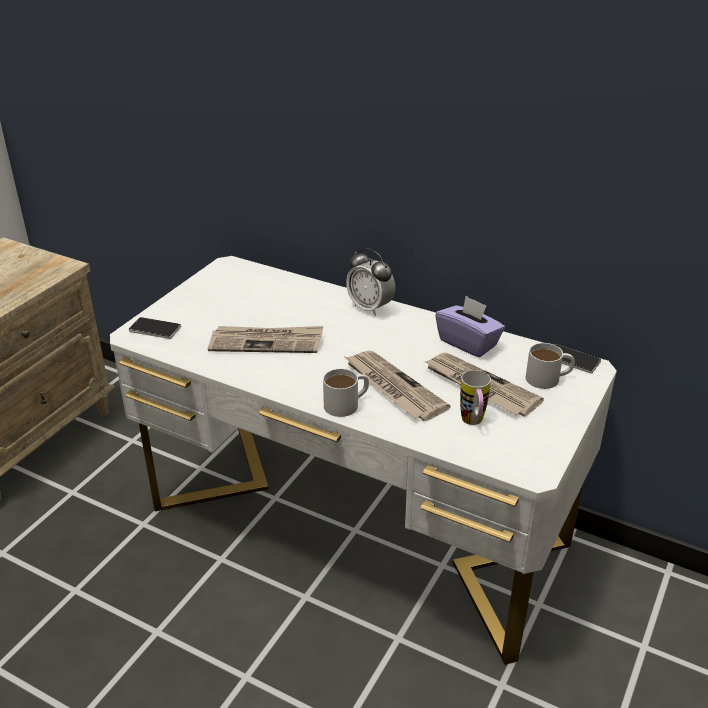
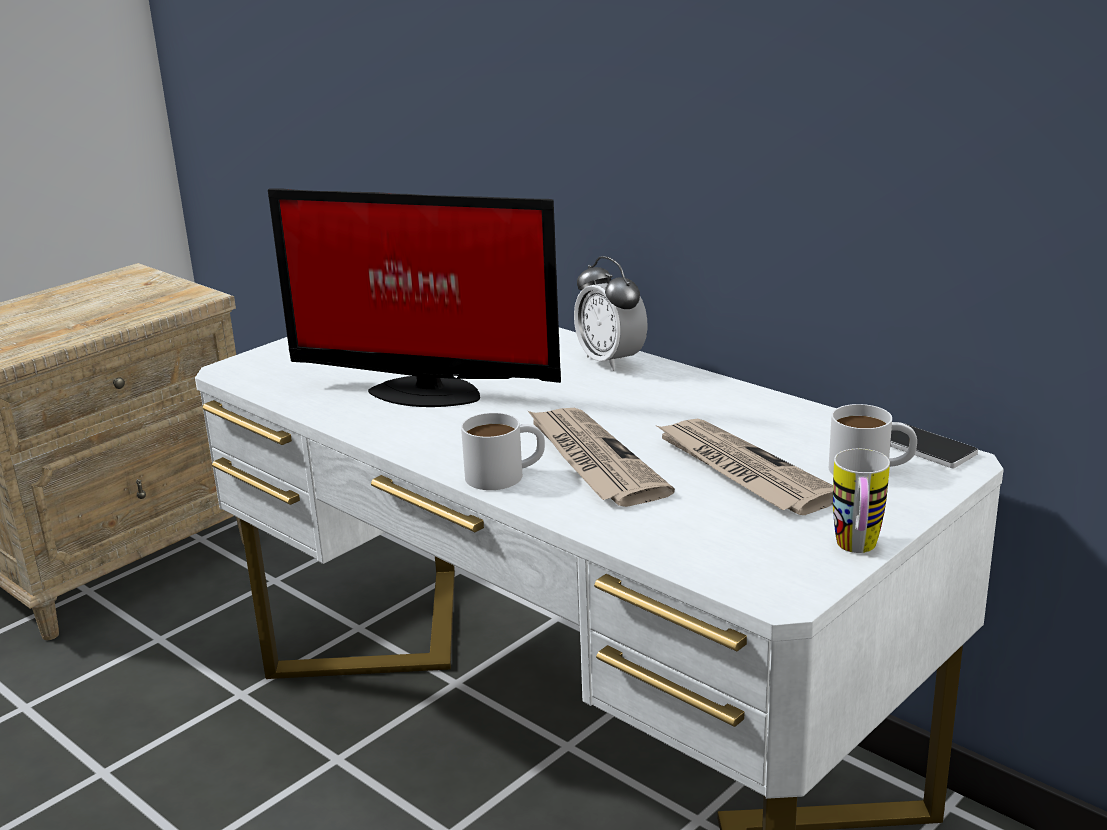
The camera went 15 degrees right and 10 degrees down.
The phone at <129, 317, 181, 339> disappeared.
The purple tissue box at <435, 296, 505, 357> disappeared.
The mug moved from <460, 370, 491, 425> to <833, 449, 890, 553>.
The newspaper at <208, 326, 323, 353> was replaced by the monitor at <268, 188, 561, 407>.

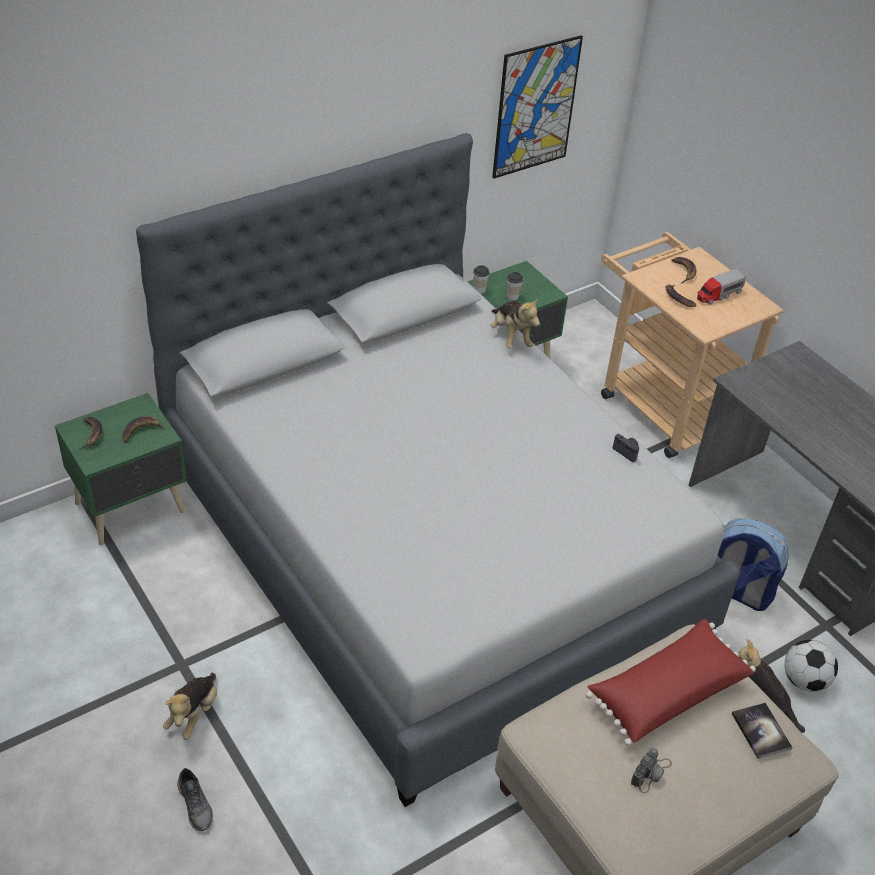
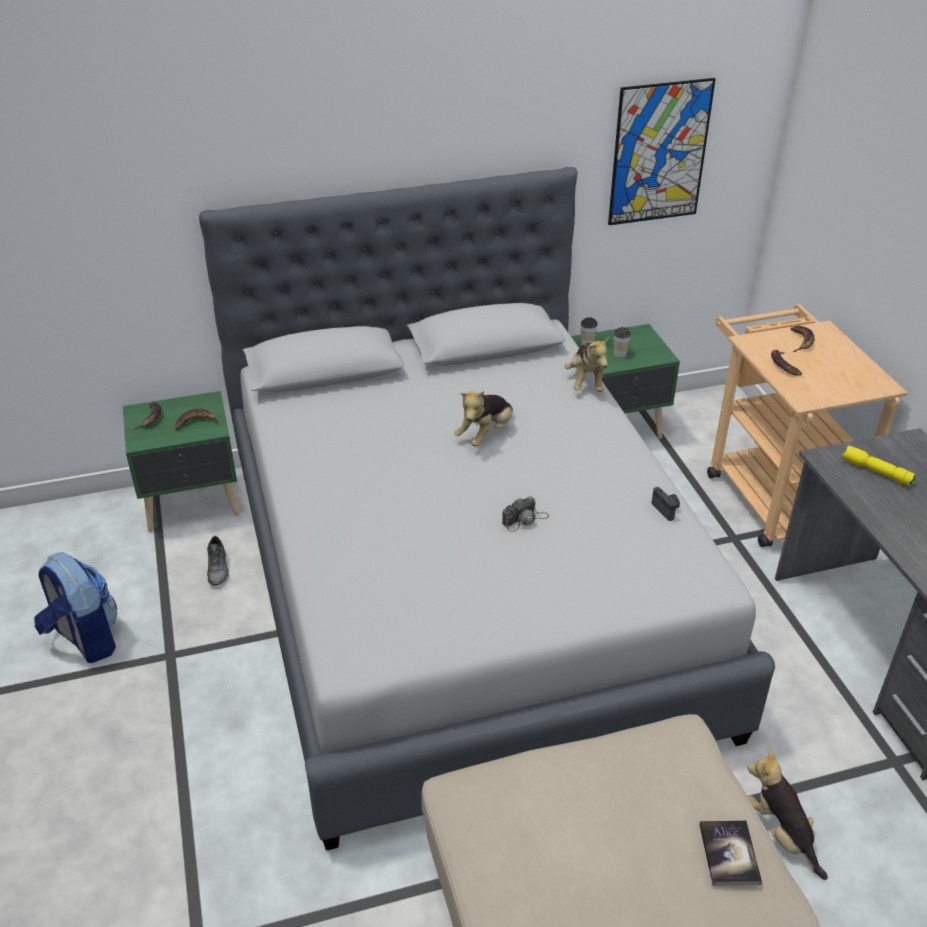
The camera went 20 degrees right and 5 degrees down.
The red pillow at <586, 619, 756, 746> disappeared.
The toy truck at <697, 269, 746, 305> disappeared.
The football at <784, 640, 838, 692> disappeared.
The yellow flashlight at <841, 446, 916, 486> appeared.
The plush toy moved from <163, 673, 217, 740> to <454, 391, 513, 447>.
The grey shoe moved from <177, 768, 213, 831> to <207, 536, 229, 585>.
The photo camera moved from <631, 748, 672, 793> to <502, 496, 549, 532>.
The backpack moved from <718, 519, 789, 611> to <34, 552, 118, 663>.

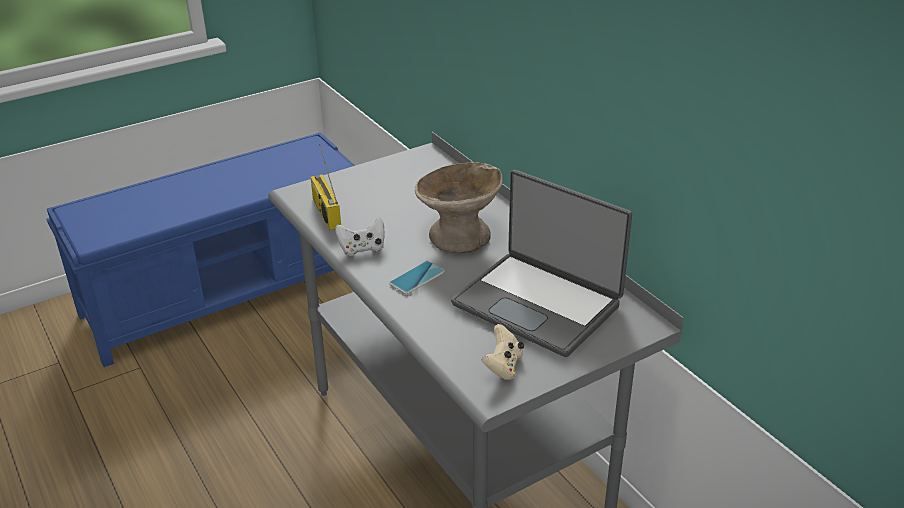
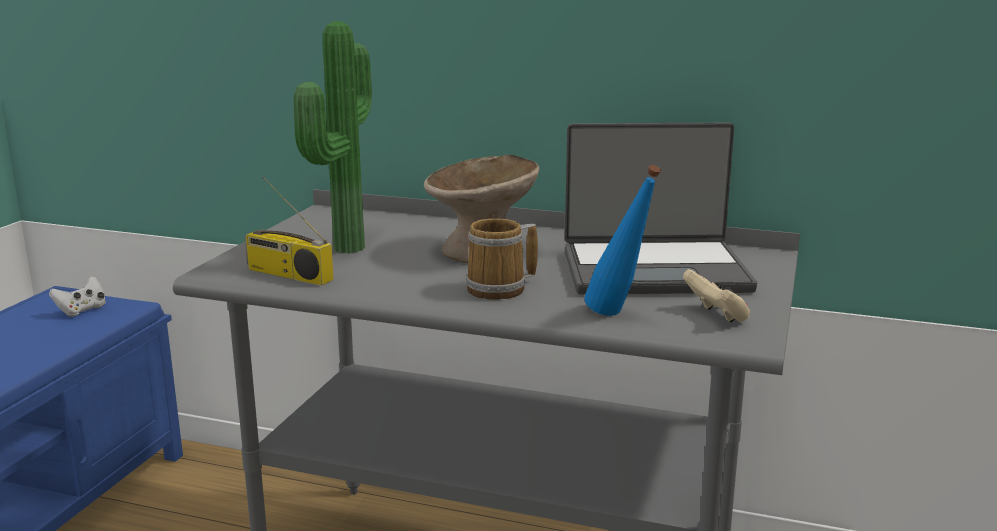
The camera went 40 degrees left and 15 degrees down.
The potted plant at <294, 21, 372, 253> appeared.
The blue bottle at <584, 165, 661, 316> appeared.
The white game controller moved from <335, 218, 385, 256> to <49, 276, 106, 317>.
The phone at <389, 261, 445, 294> was replaced by the mug at <466, 218, 538, 300>.

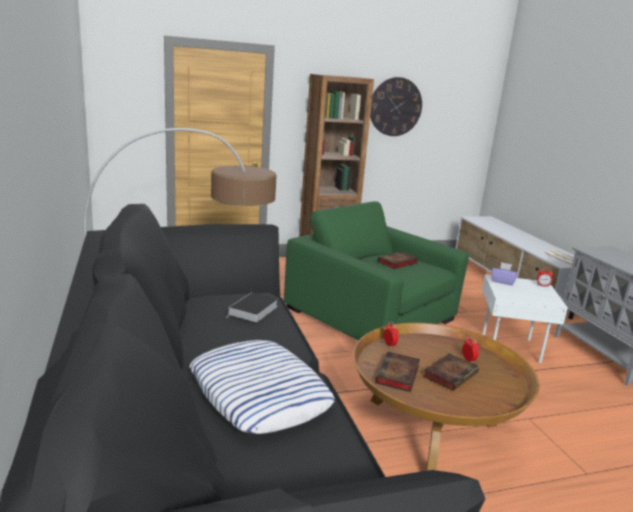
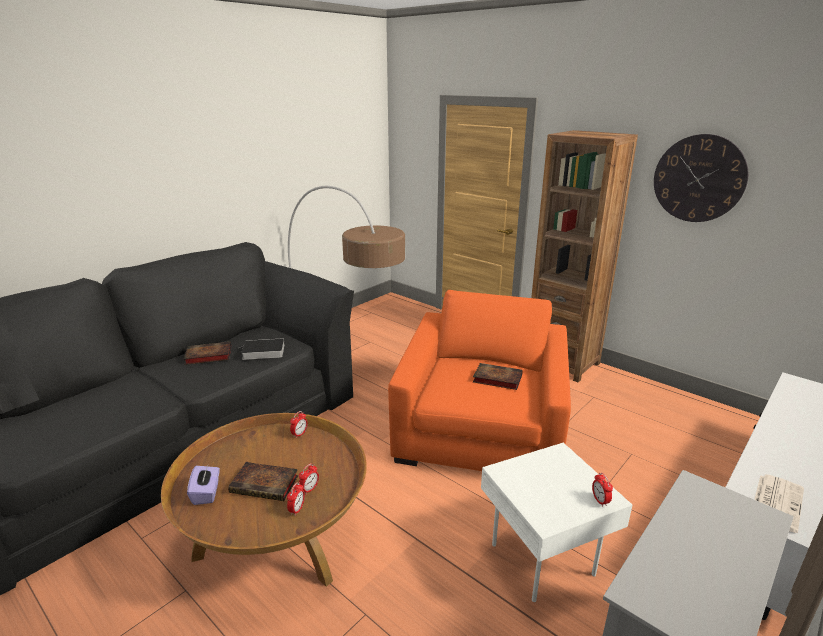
The camera went 60 degrees right and 5 degrees up.
The pillow at <190, 340, 335, 434> disappeared.
The alarm clock at <287, 482, 305, 516> appeared.
The book moved from <375, 352, 420, 392> to <184, 342, 231, 365>.
The purple tissue box moved from <492, 262, 518, 285> to <187, 465, 220, 505>.
The green armchair at <284, 201, 469, 341> became the orange armchair at <388, 290, 571, 471>.

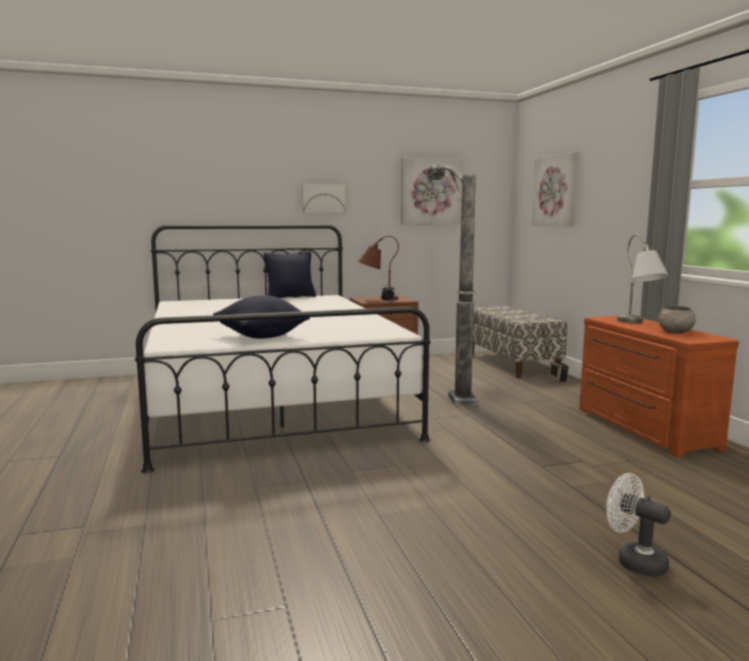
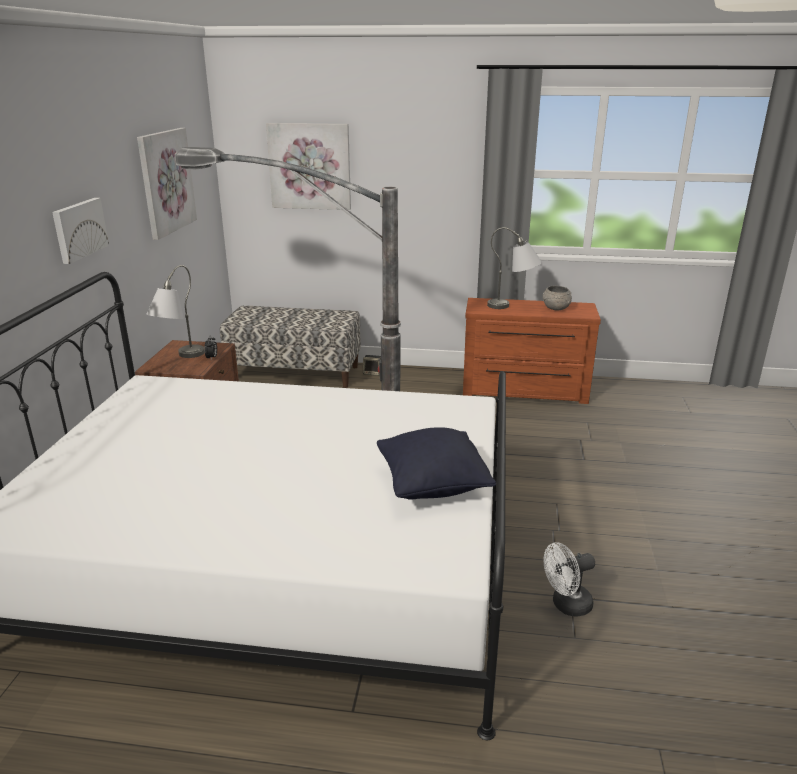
The camera went 65 degrees left and 15 degrees up.
The black pillow at <264, 252, 316, 298> disappeared.
The white fan moved from <606, 473, 671, 576> to <543, 542, 595, 617>.
The brown table lamp at <358, 236, 399, 300> became the grey table lamp at <146, 265, 205, 358>.

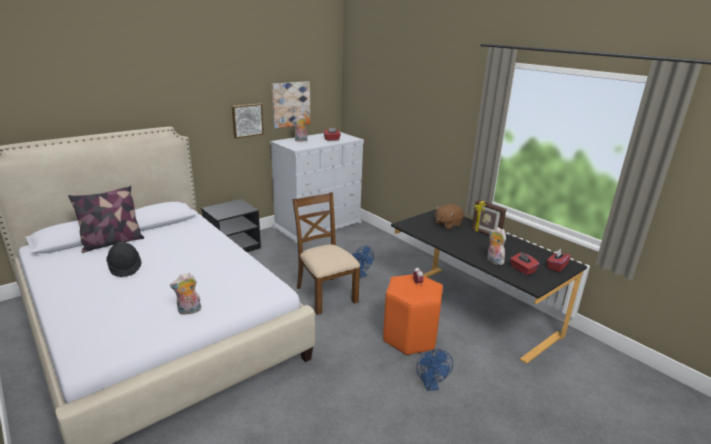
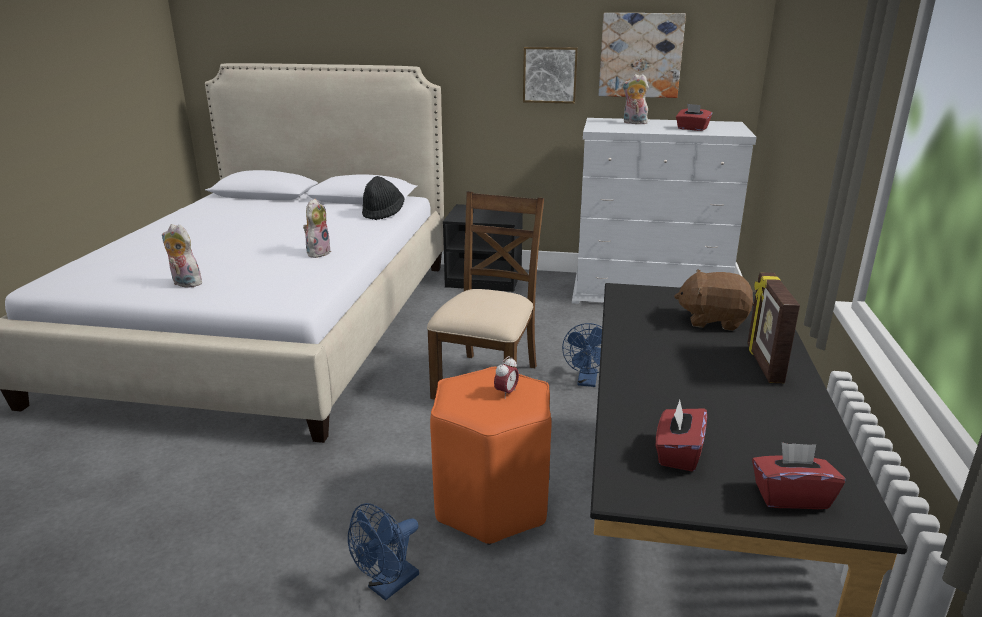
The camera went 50 degrees right and 0 degrees up.
The pillow at <68, 186, 144, 253> disappeared.
The black hat moved from <106, 242, 142, 277> to <362, 176, 404, 220>.
The plush toy moved from <487, 227, 506, 265> to <303, 199, 332, 258>.

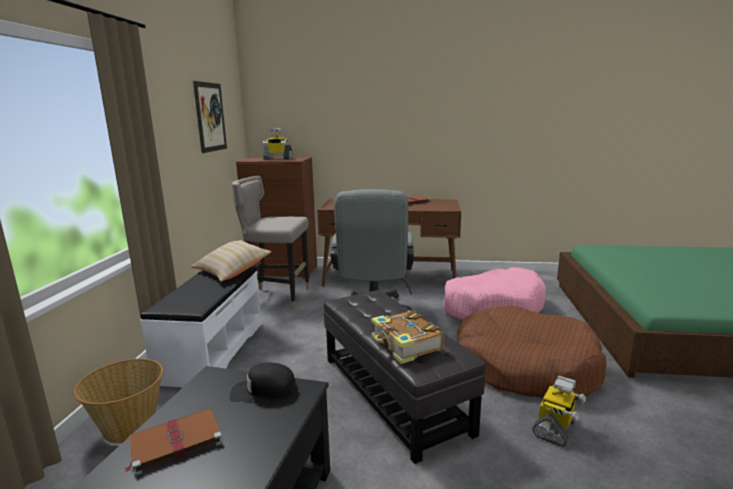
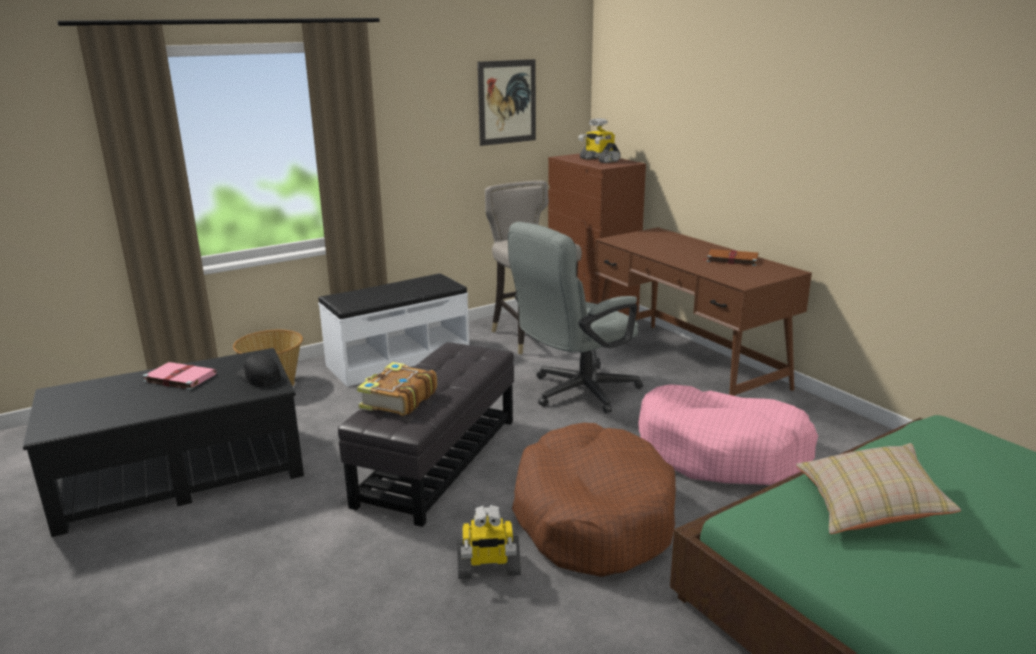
The camera went 50 degrees right and 5 degrees up.
The beige pillow moved from <191, 240, 271, 282> to <796, 443, 961, 534>.
The brown book at <124, 408, 223, 476> became the pink book at <143, 362, 217, 390>.

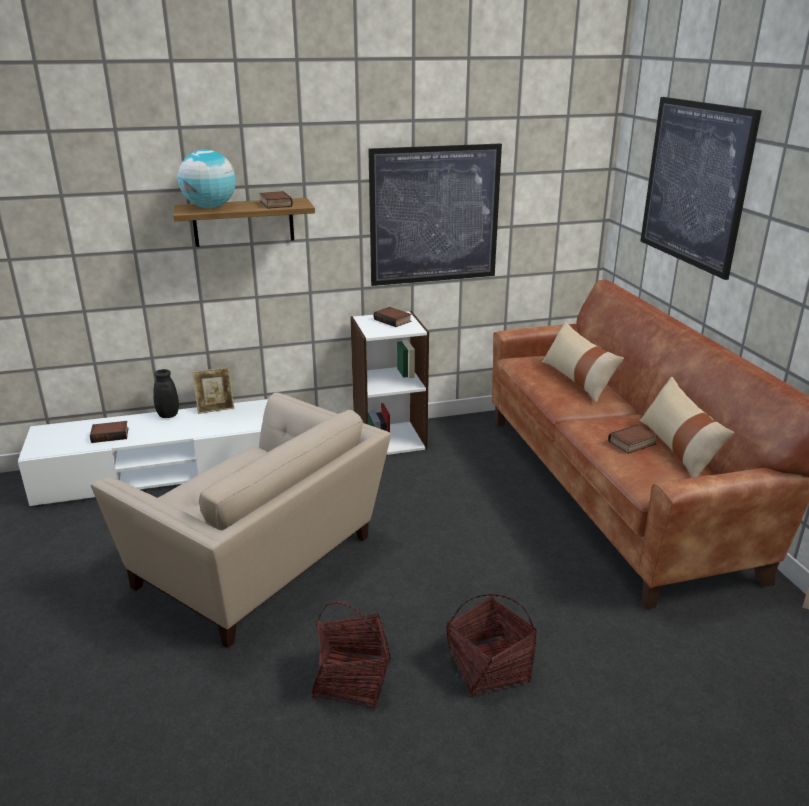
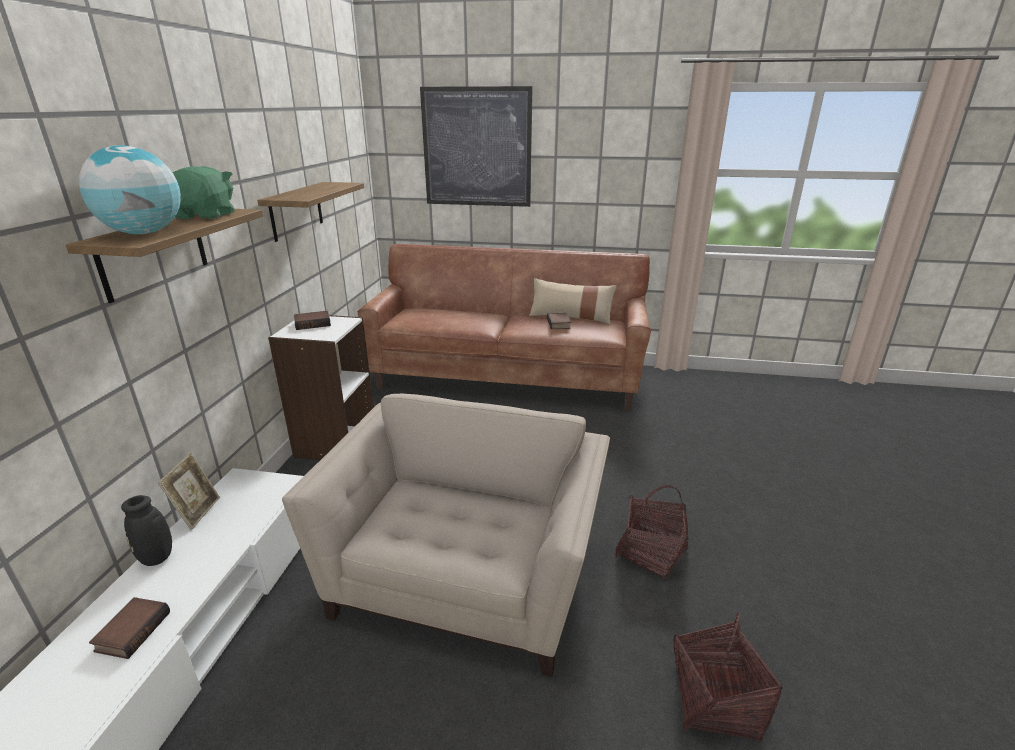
The camera went 65 degrees left and 0 degrees up.
The beige pillow at <542, 322, 624, 402> disappeared.
The basket moved from <446, 594, 537, 697> to <673, 612, 783, 742>.
The book at <259, 191, 293, 209> was replaced by the green plush toy at <172, 166, 235, 220>.
The picture at <368, 143, 502, 286> was replaced by the shelf at <257, 182, 364, 242>.
The beige armchair at <91, 392, 391, 648> turned 45 degrees counterclockwise.

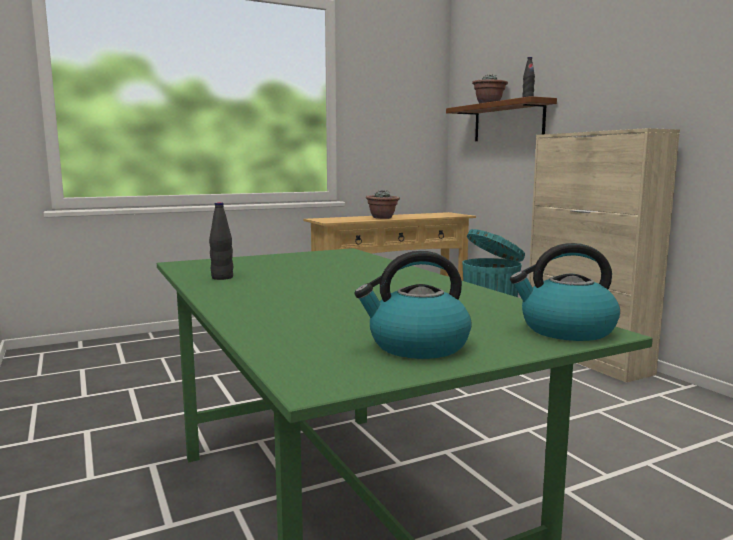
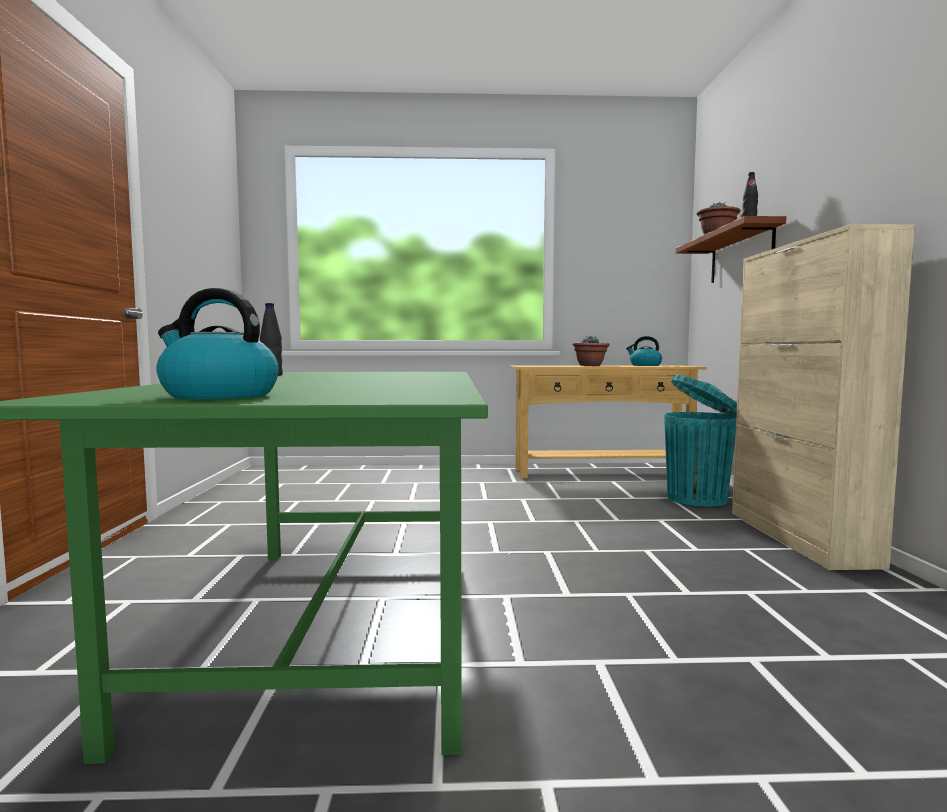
The camera went 25 degrees right and 5 degrees down.
The kettle moved from <510, 243, 620, 341> to <626, 336, 662, 366>.

